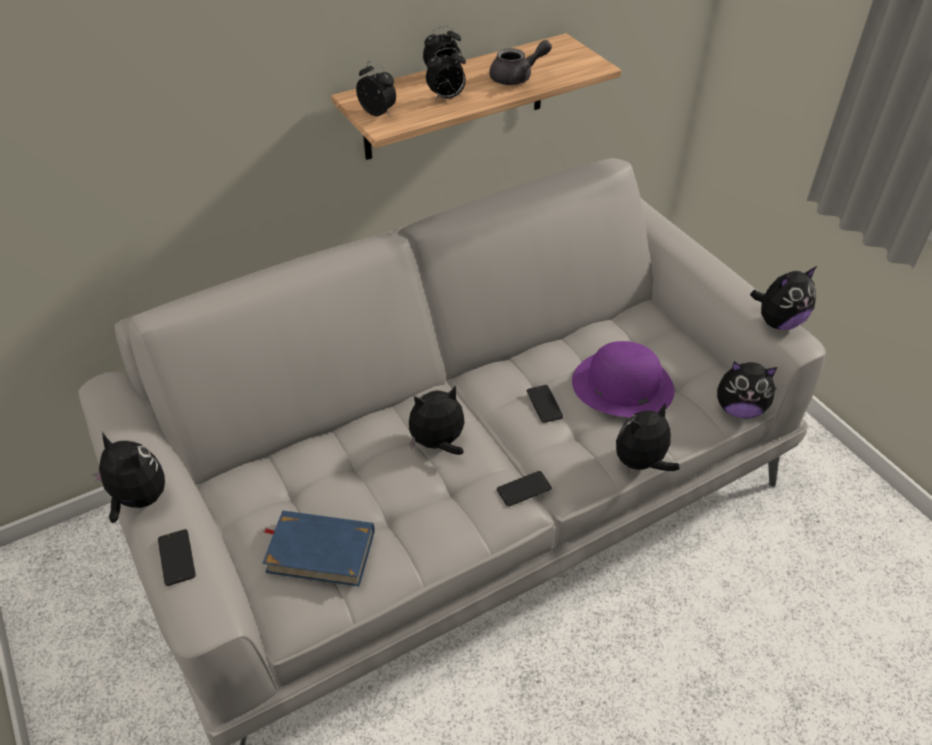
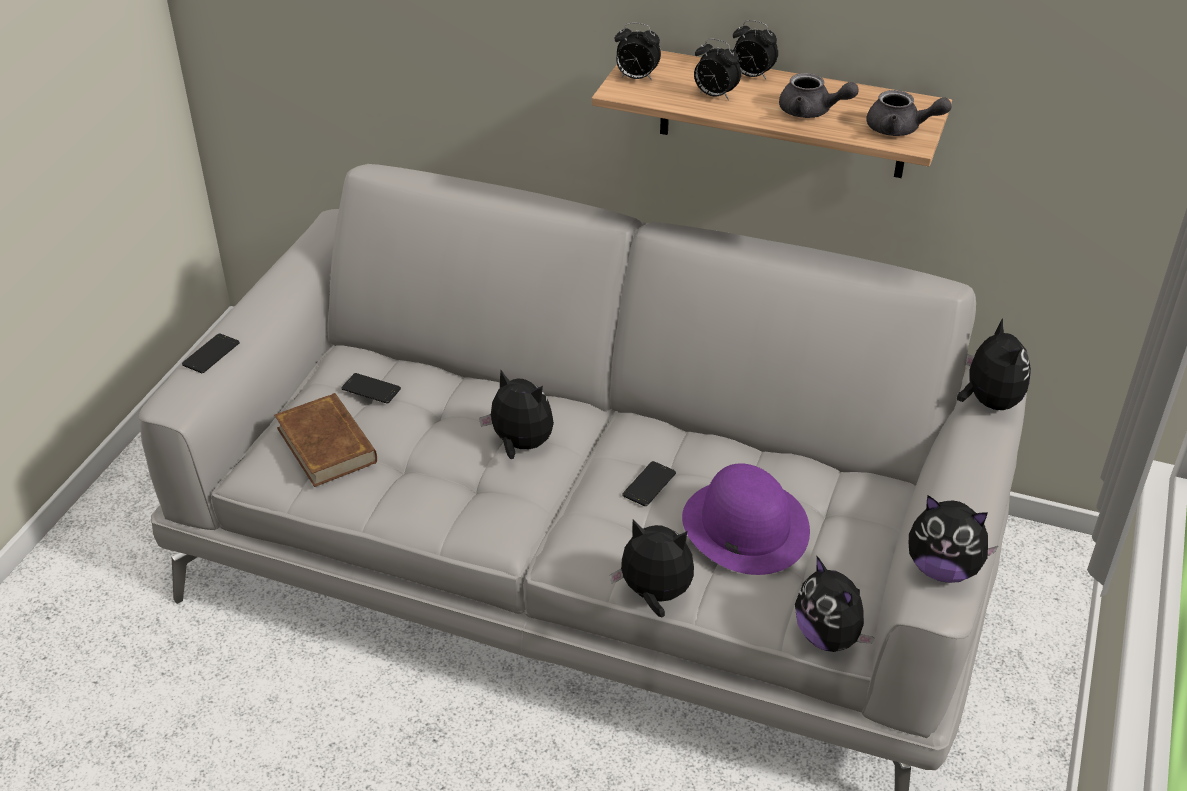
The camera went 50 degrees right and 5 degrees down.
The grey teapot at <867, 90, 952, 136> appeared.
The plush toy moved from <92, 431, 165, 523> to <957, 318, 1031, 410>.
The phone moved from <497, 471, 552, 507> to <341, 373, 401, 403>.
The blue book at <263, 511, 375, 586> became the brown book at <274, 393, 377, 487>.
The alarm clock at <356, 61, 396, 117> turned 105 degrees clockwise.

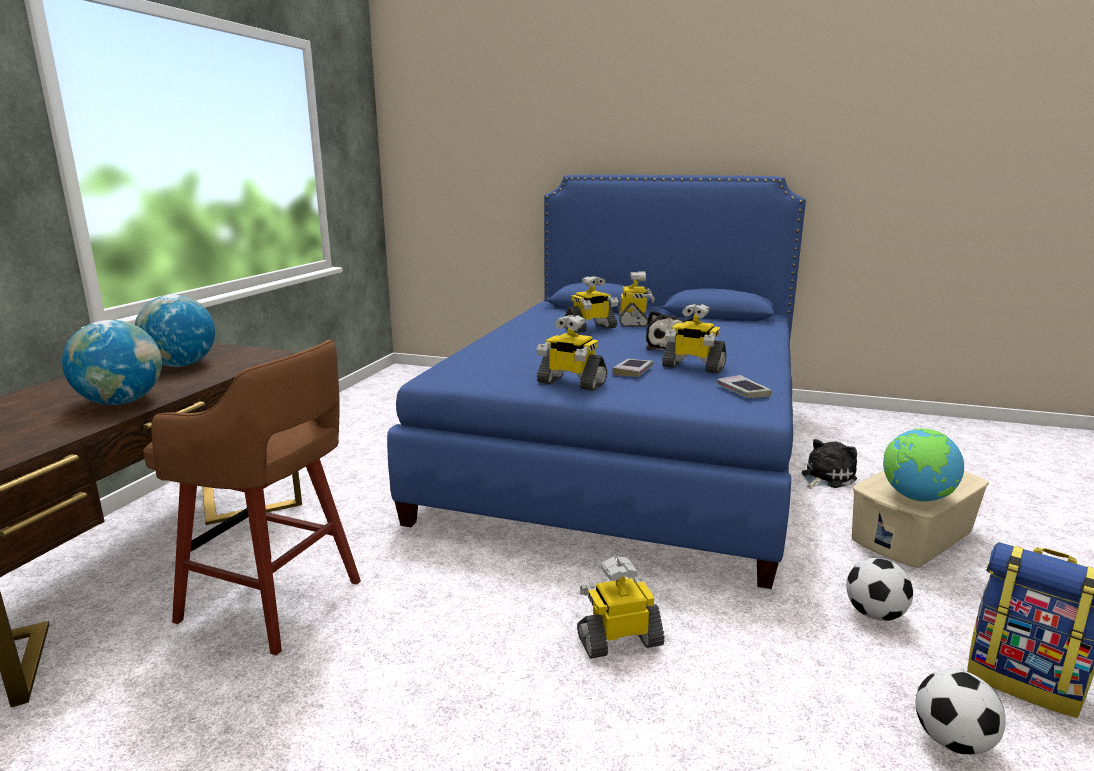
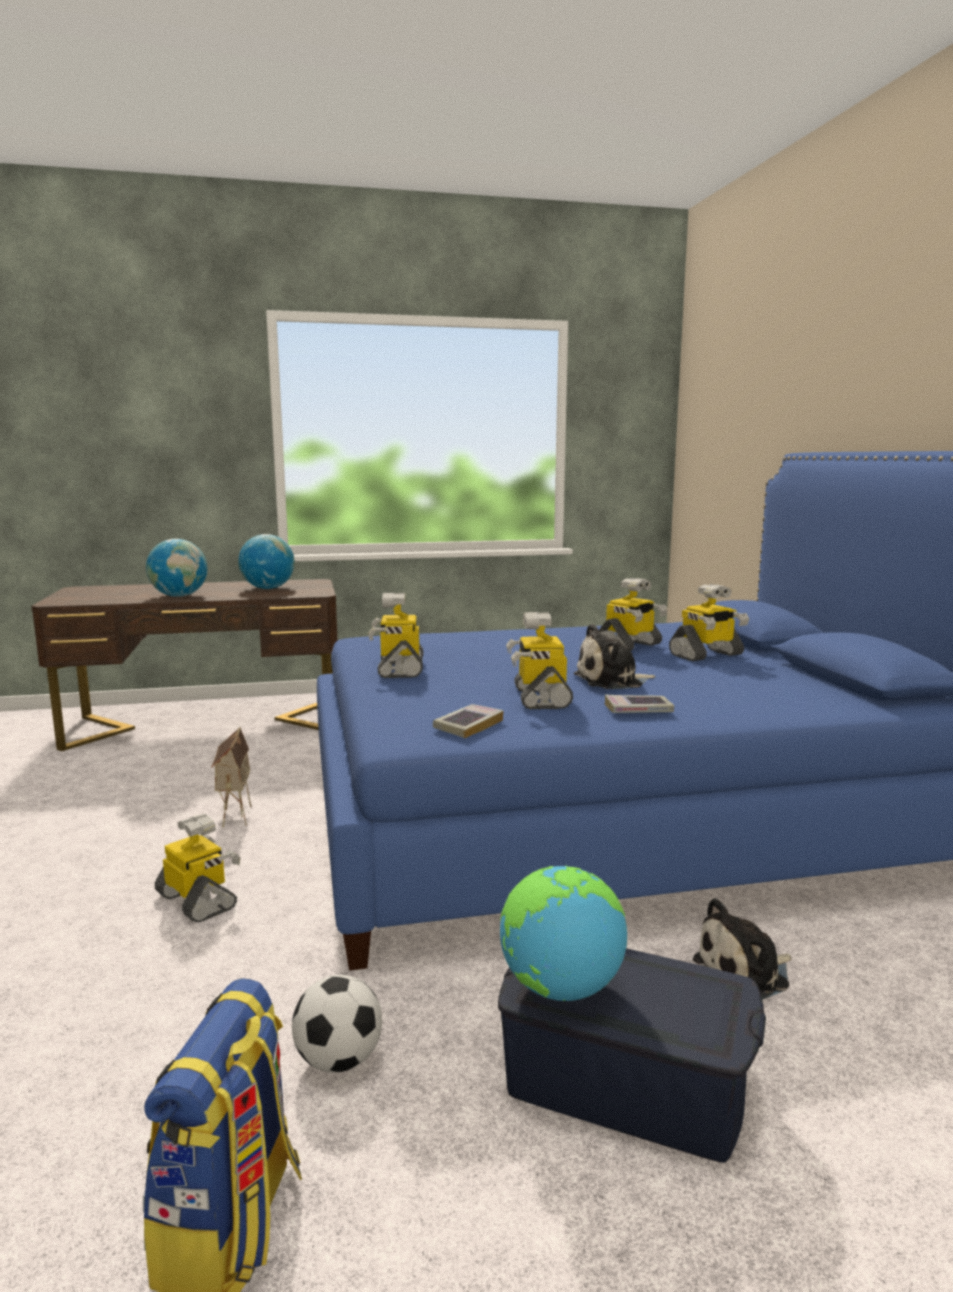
The camera went 60 degrees right and 5 degrees down.
The brown stool at <143, 339, 361, 656> disappeared.
The football at <916, 669, 1006, 755> disappeared.
The toy house at <212, 727, 252, 828> appeared.
The book moved from <613, 359, 653, 377> to <605, 695, 674, 713>.
The beige storage box at <852, 471, 989, 568> became the blue storage box at <498, 948, 766, 1163>.
The toy robot at <564, 276, 619, 333> turned 75 degrees counterclockwise.
The plush toy at <802, 439, 857, 489> turned 135 degrees clockwise.

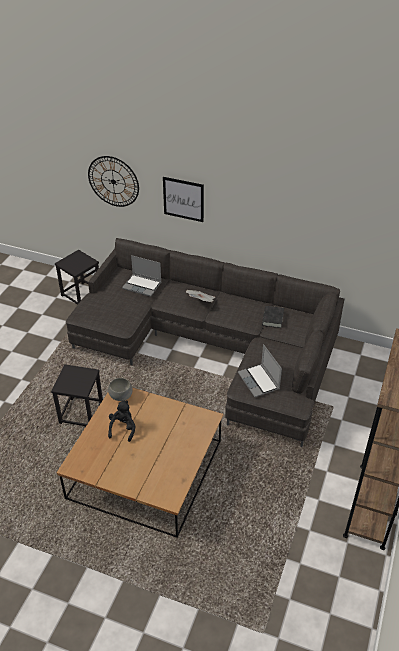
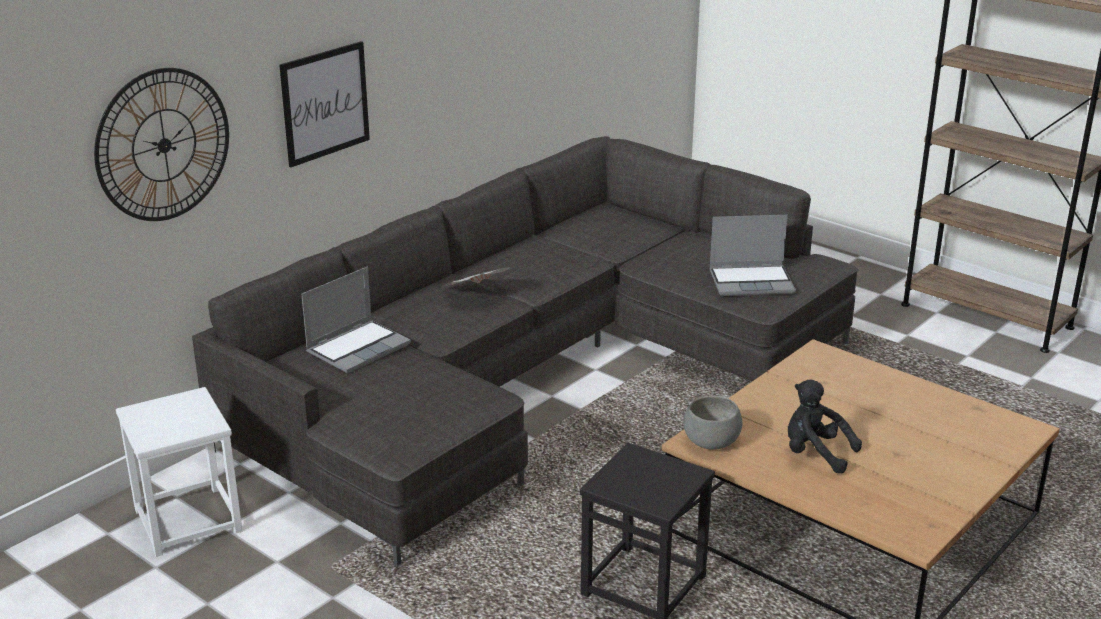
The camera went 70 degrees left and 15 degrees down.
The black book at <262, 306, 284, 328> disappeared.
The black stool at <55, 250, 99, 305> became the white stool at <116, 387, 243, 557>.

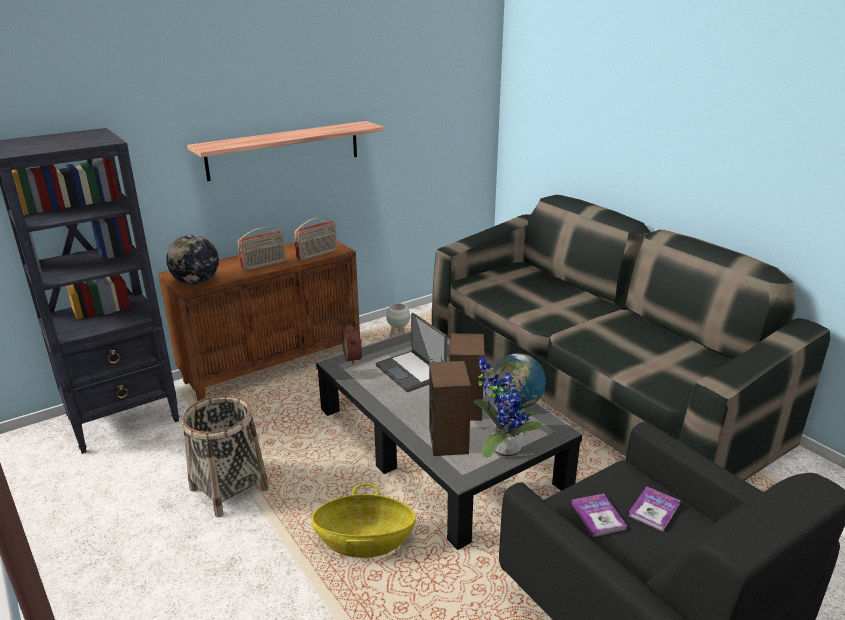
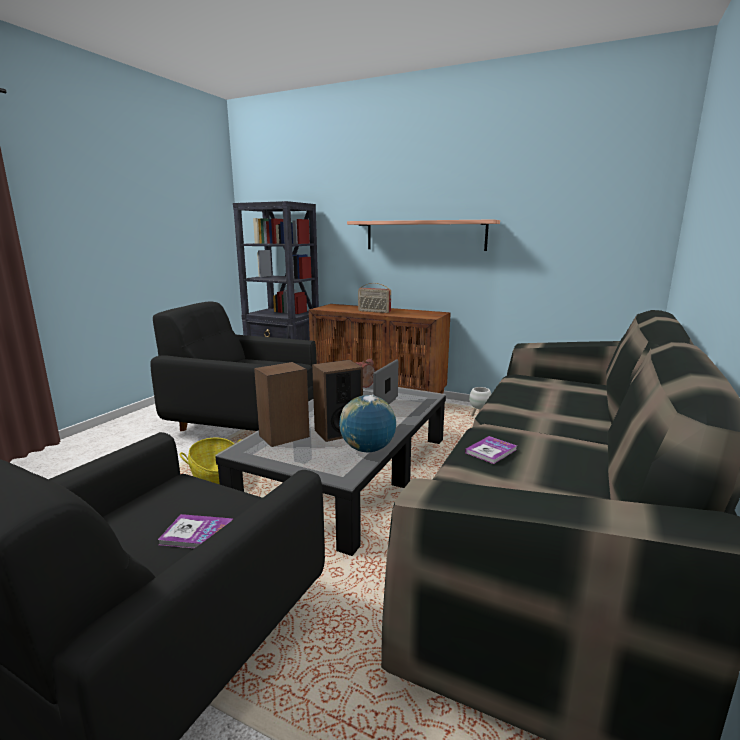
The camera went 60 degrees right and 10 degrees down.
The globe at <166, 235, 219, 285> disappeared.
The radio at <294, 218, 337, 261> disappeared.
The potted plant at <473, 356, 542, 458> disappeared.
The book moved from <572, 494, 627, 537> to <465, 436, 517, 464>.
The basket at <182, 395, 269, 517> was replaced by the black armchair at <150, 302, 317, 431>.

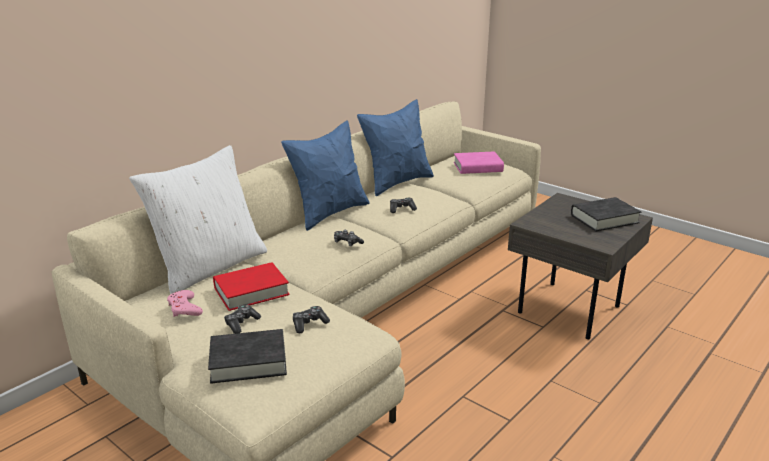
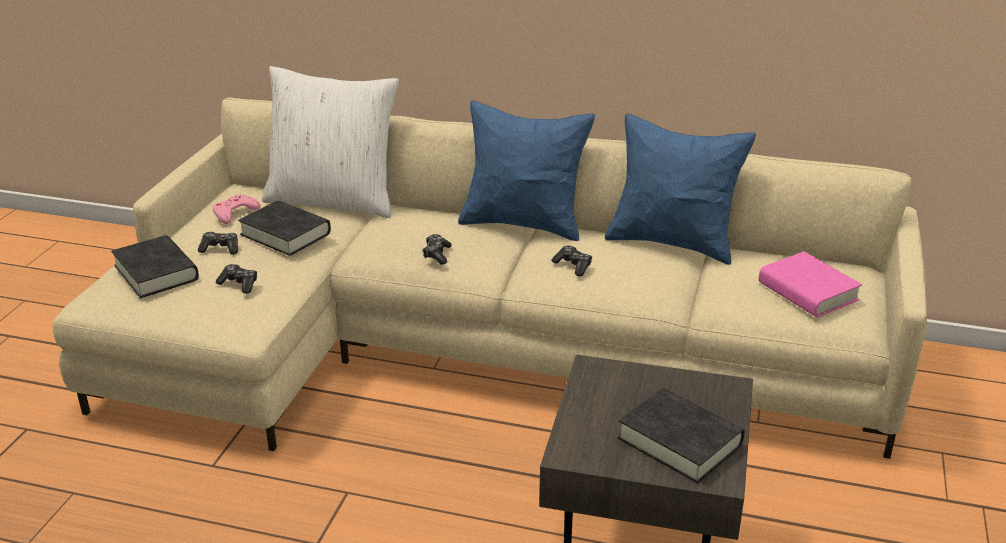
The camera went 65 degrees right and 5 degrees up.
The red book at <213, 262, 290, 311> became the black book at <238, 201, 331, 256>.

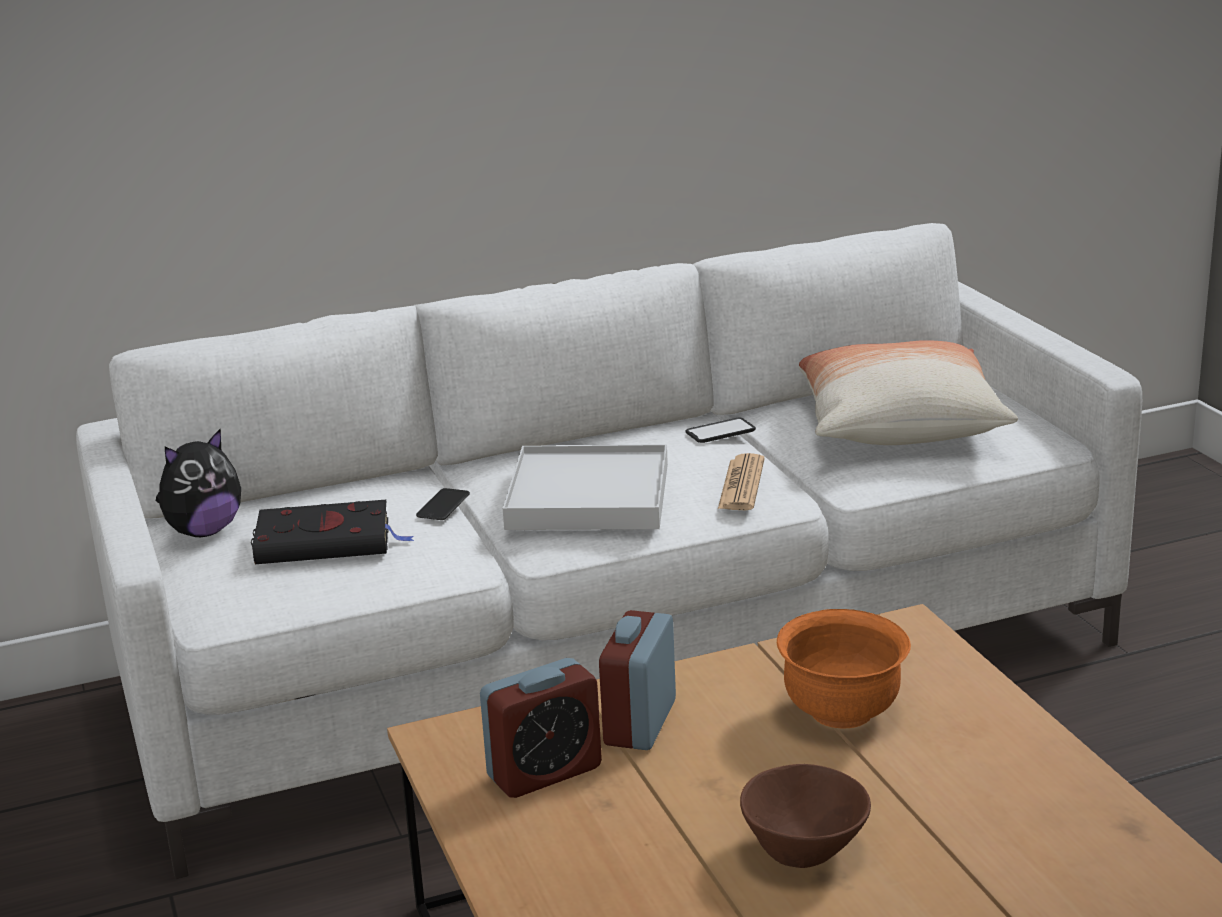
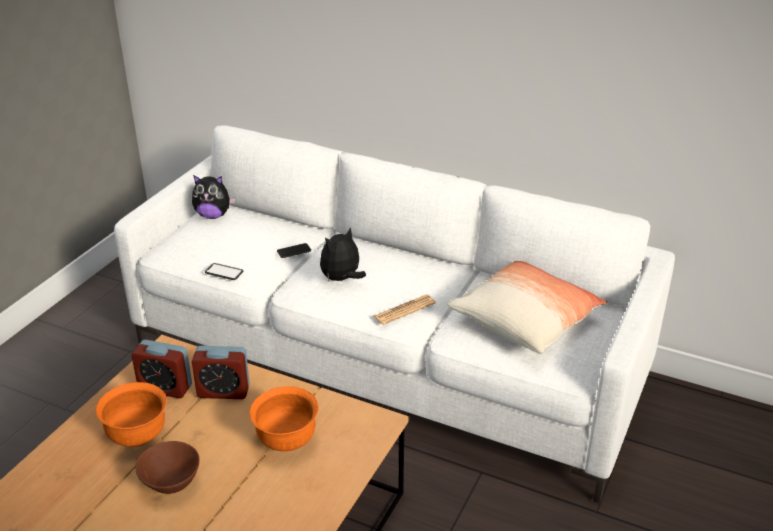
The camera went 45 degrees right and 10 degrees up.
The black book at <251, 500, 414, 564> disappeared.
The orange bowl at <95, 382, 167, 447> appeared.
The phone moved from <685, 417, 756, 443> to <205, 263, 243, 280>.
The white tray at <503, 444, 668, 530> was replaced by the plush toy at <320, 227, 366, 281>.
The alarm clock at <599, 610, 676, 750> turned 150 degrees counterclockwise.

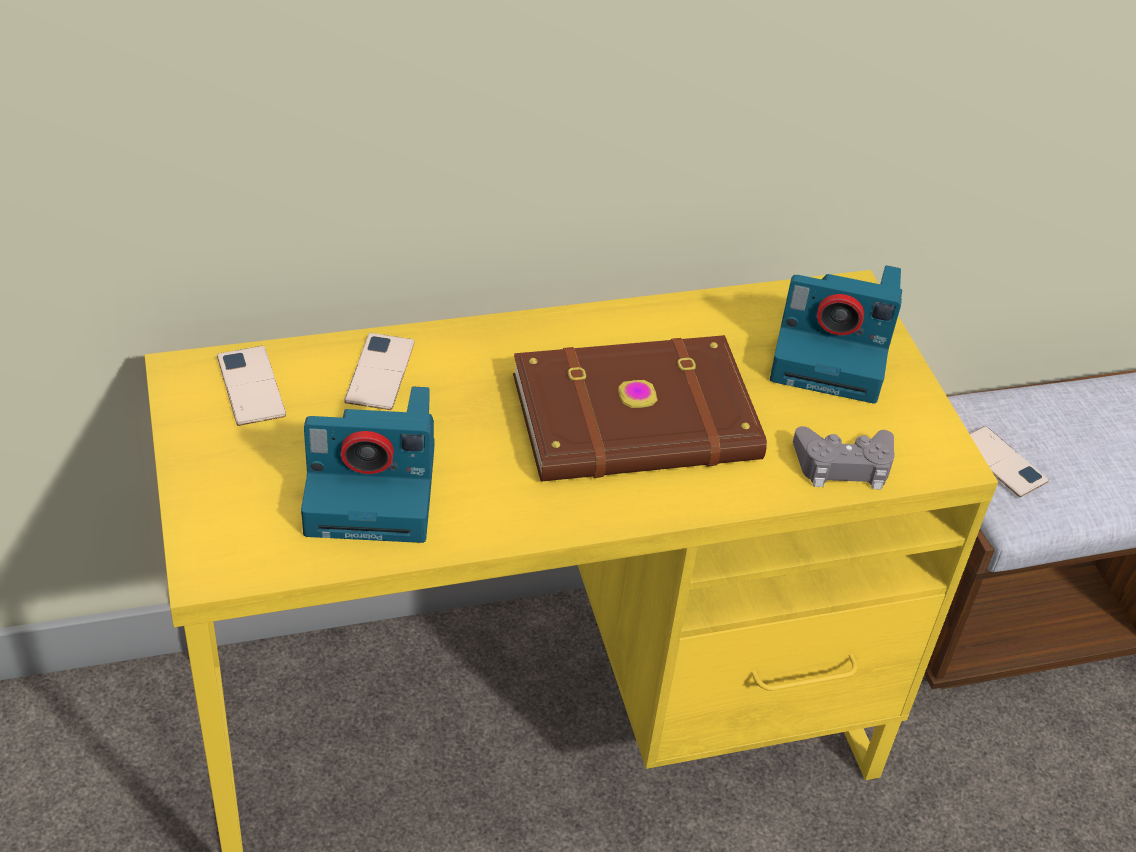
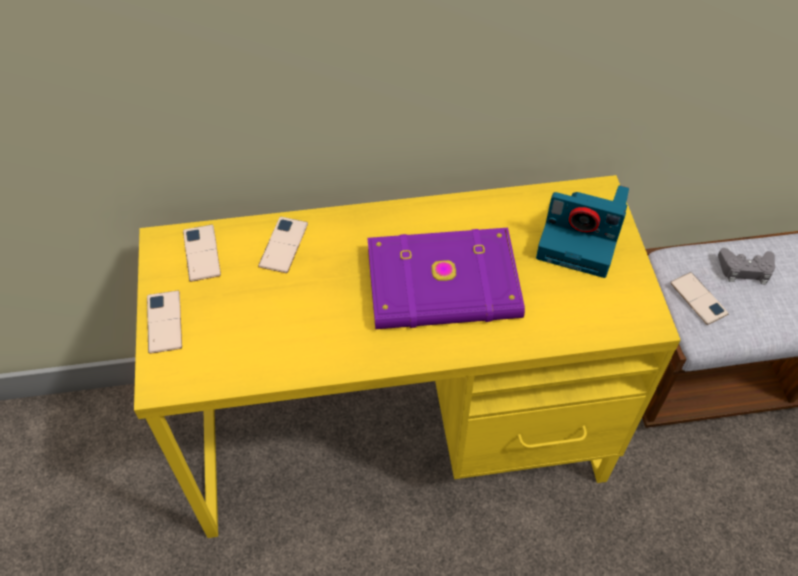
The camera went 10 degrees right and 10 degrees up.
The photo camera at <301, 386, 434, 543> disappeared.
The phone at <147, 290, 182, 354> appeared.
The grey game controller moved from <793, 426, 895, 490> to <718, 248, 775, 285>.
The brown book at <513, 335, 767, 482> became the purple book at <368, 228, 525, 329>.

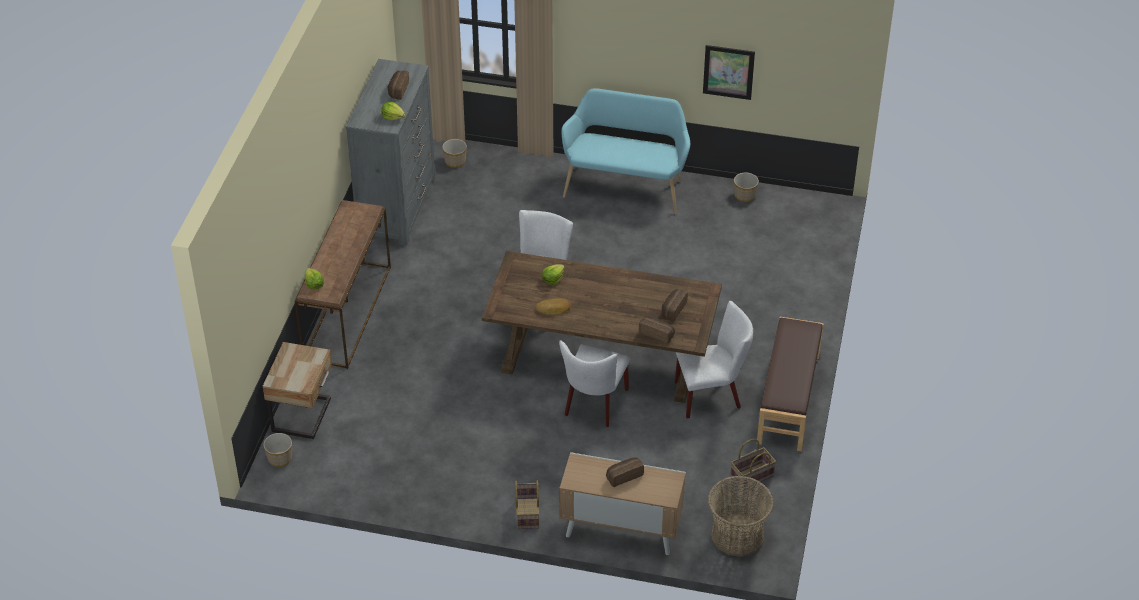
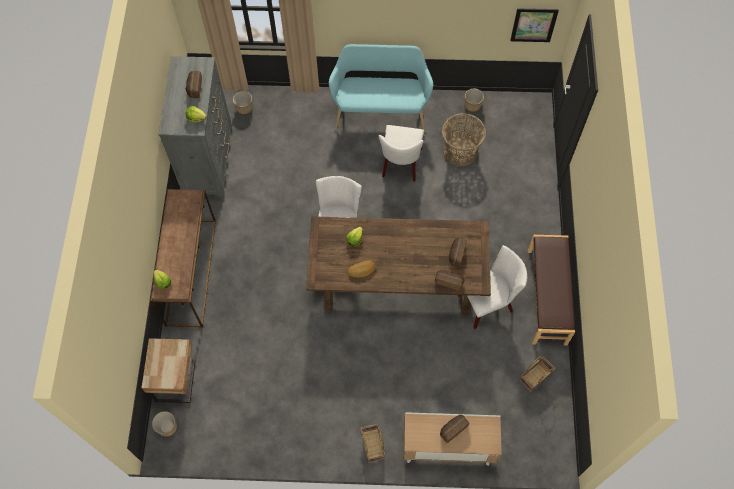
The camera went 10 degrees left and 20 degrees up.
The white chair moved from <559, 340, 630, 427> to <379, 125, 424, 182>.
The picture moved from <703, 45, 755, 100> to <510, 8, 559, 42>.
The basket moved from <708, 476, 774, 557> to <442, 113, 486, 166>.

